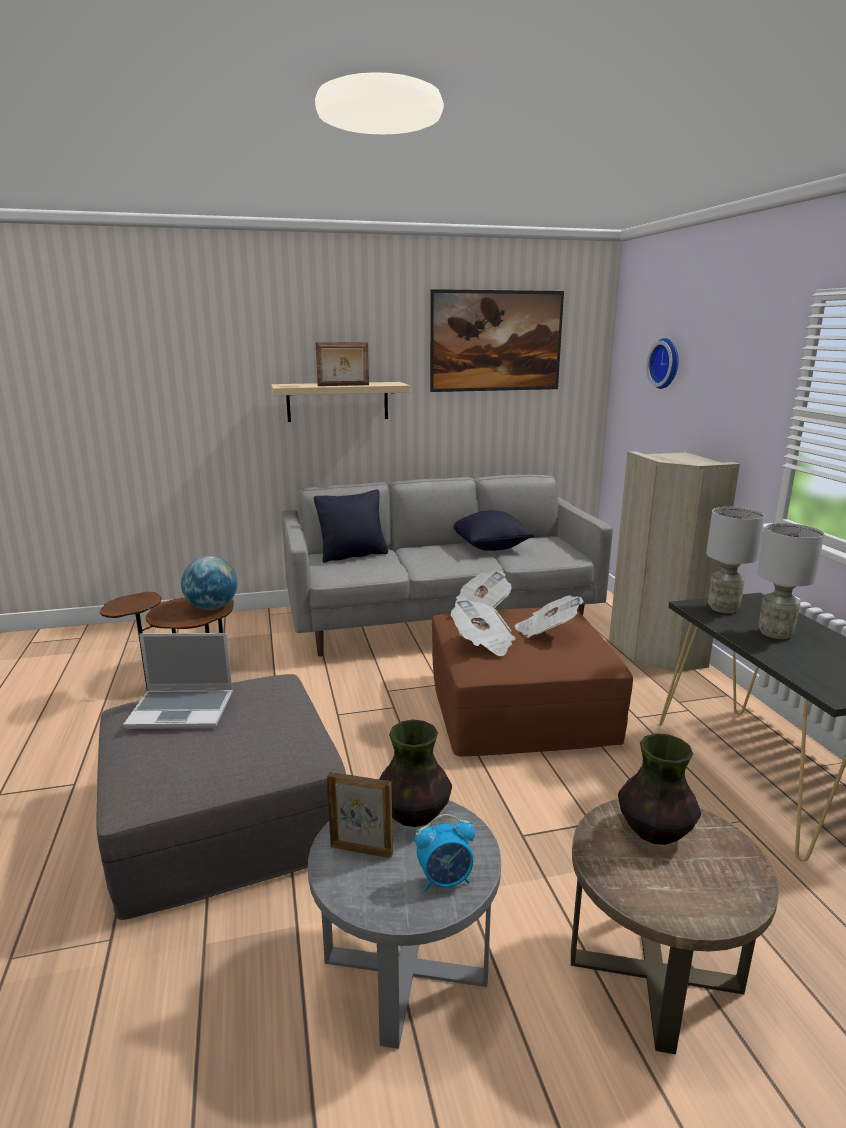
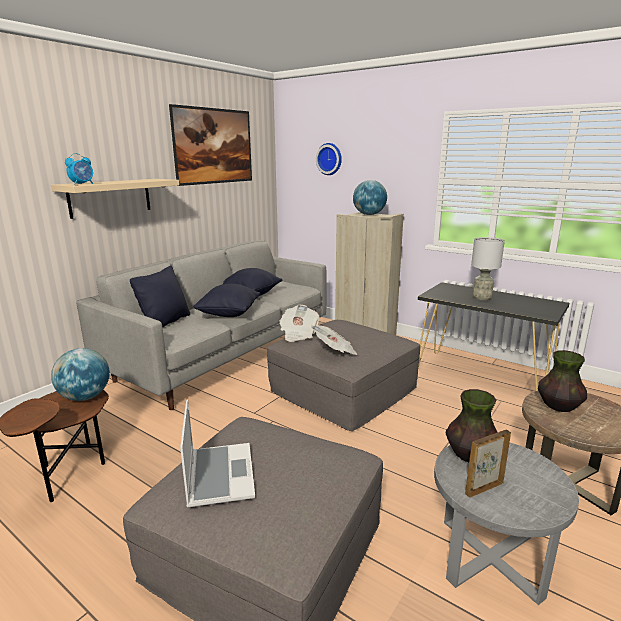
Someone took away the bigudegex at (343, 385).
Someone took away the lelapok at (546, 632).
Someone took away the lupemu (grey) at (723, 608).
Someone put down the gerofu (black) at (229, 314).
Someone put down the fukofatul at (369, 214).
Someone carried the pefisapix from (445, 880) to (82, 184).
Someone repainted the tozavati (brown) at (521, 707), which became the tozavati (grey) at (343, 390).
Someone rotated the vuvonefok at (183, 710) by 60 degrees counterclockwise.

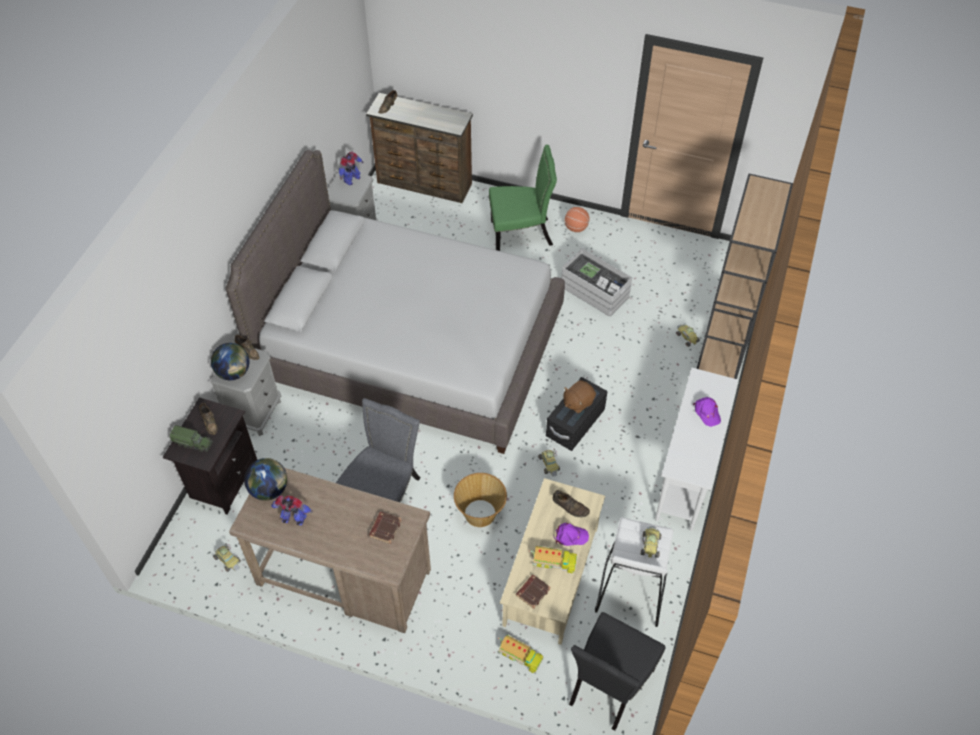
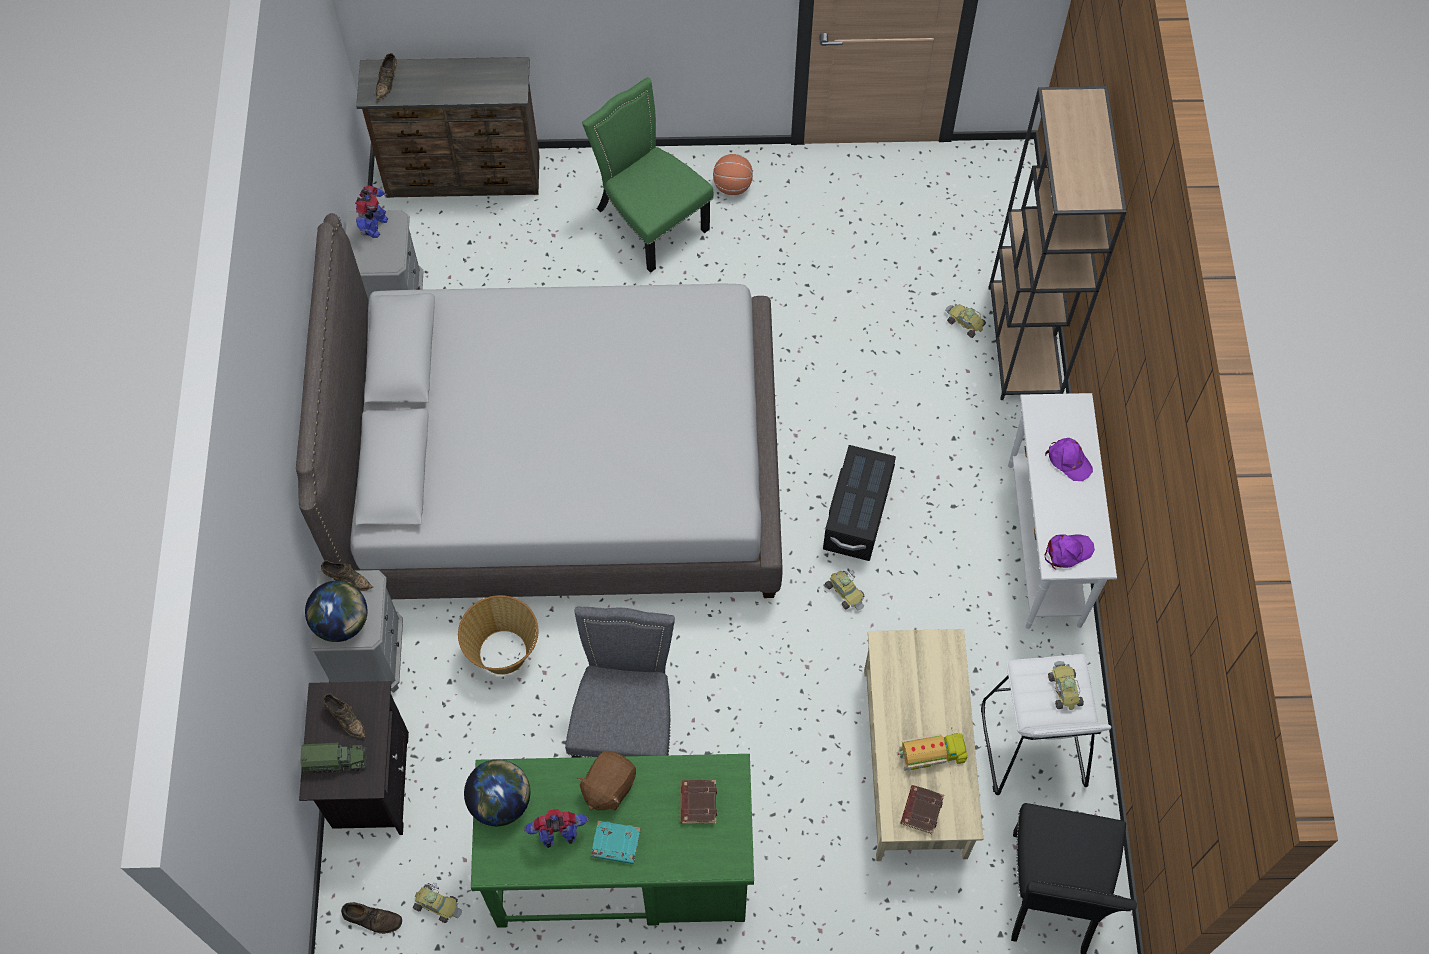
Someone took away the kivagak at (519, 656).
Someone took away the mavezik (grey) at (595, 291).
Someone put down the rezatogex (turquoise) at (615, 844).
Someone carried the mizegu from (480, 513) to (504, 653).
Someone carried the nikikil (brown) from (570, 506) to (372, 918).
Someone carried the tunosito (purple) from (570, 536) to (1067, 552).
Someone carried the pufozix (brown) from (578, 402) to (608, 787).
Someone repainted the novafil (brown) at (343, 577), which became the novafil (green) at (620, 870).
Someone rotated the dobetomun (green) at (520, 234) by 105 degrees counterclockwise.

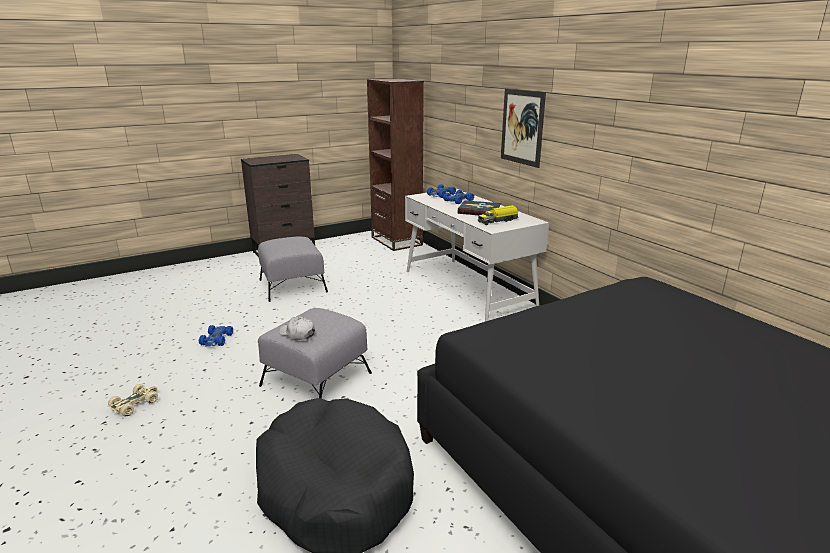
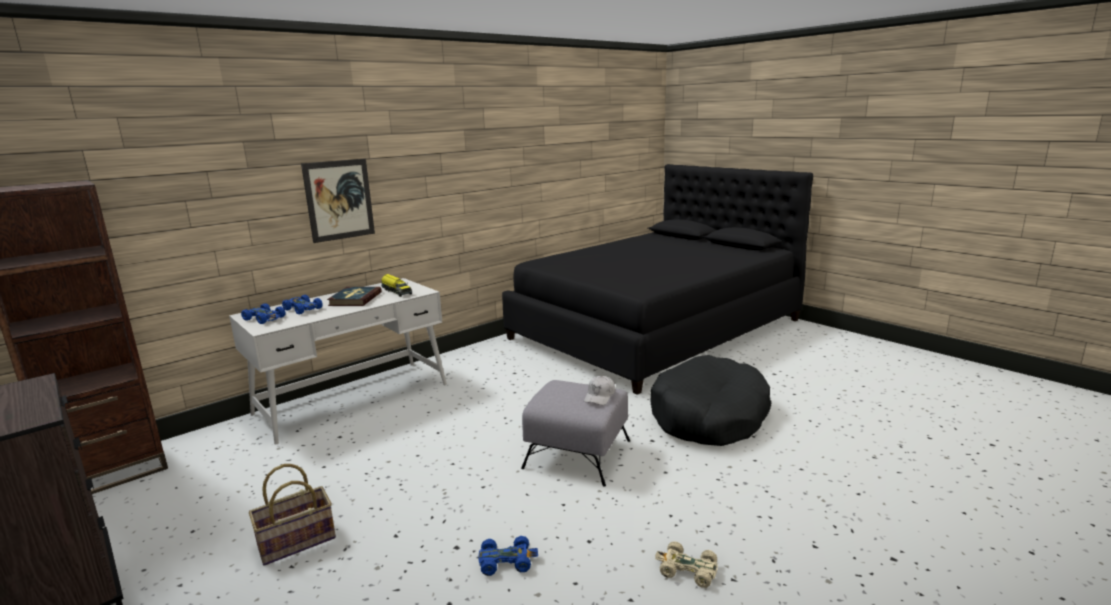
Someone swapped the tozavati (grey) at (292, 285) for the mizegu at (296, 542).

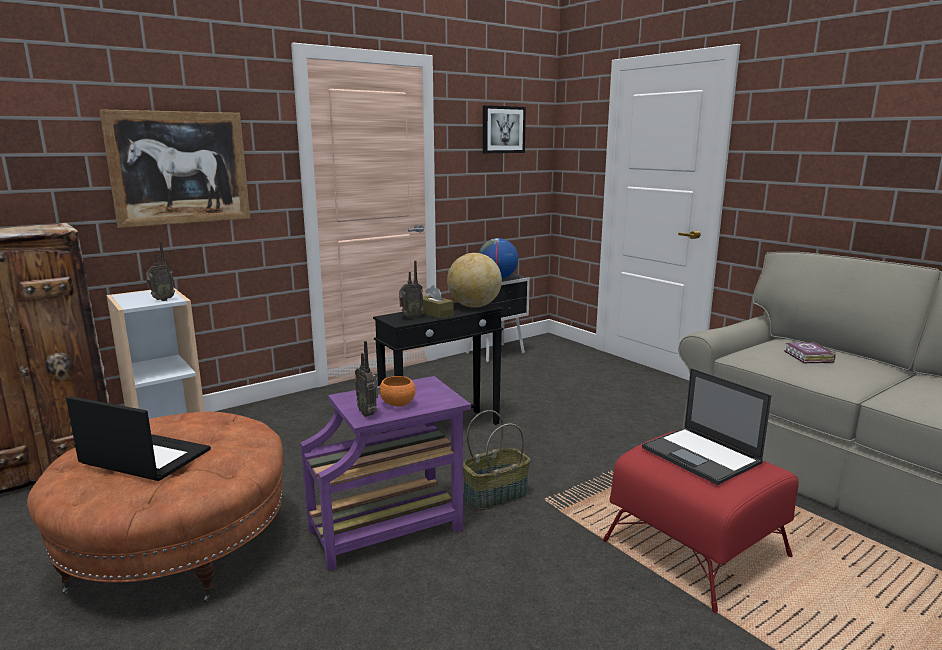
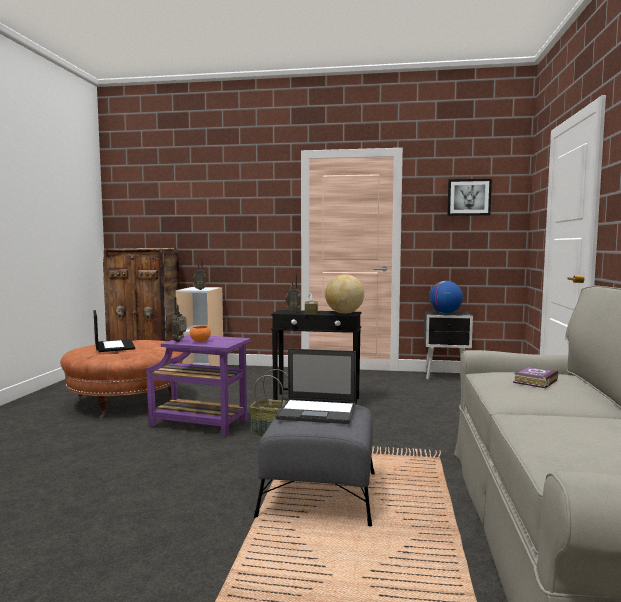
Someone took away the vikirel at (180, 168).
Someone repainted the tozavati (red) at (696, 549), which became the tozavati (grey) at (318, 494).
Someone rotated the vuvonefok at (702, 456) by 90 degrees counterclockwise.

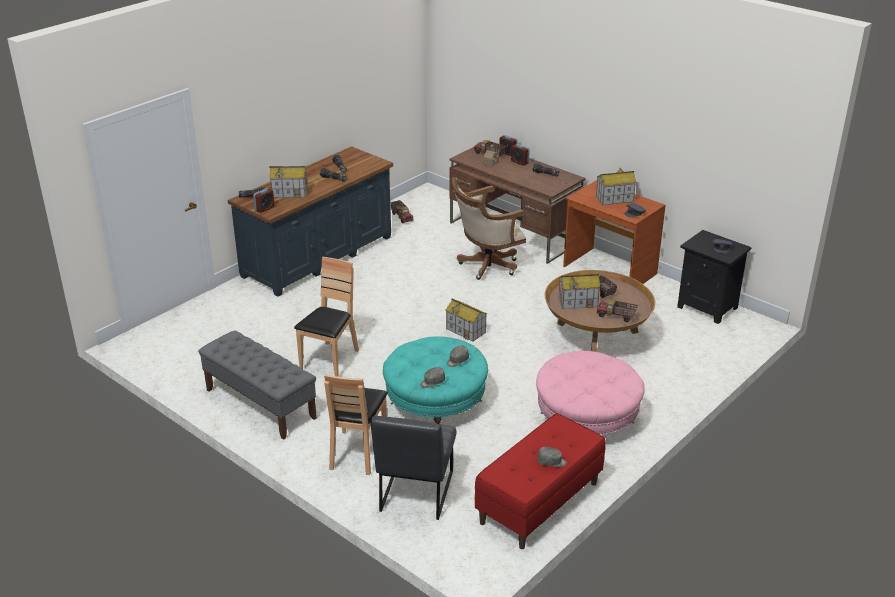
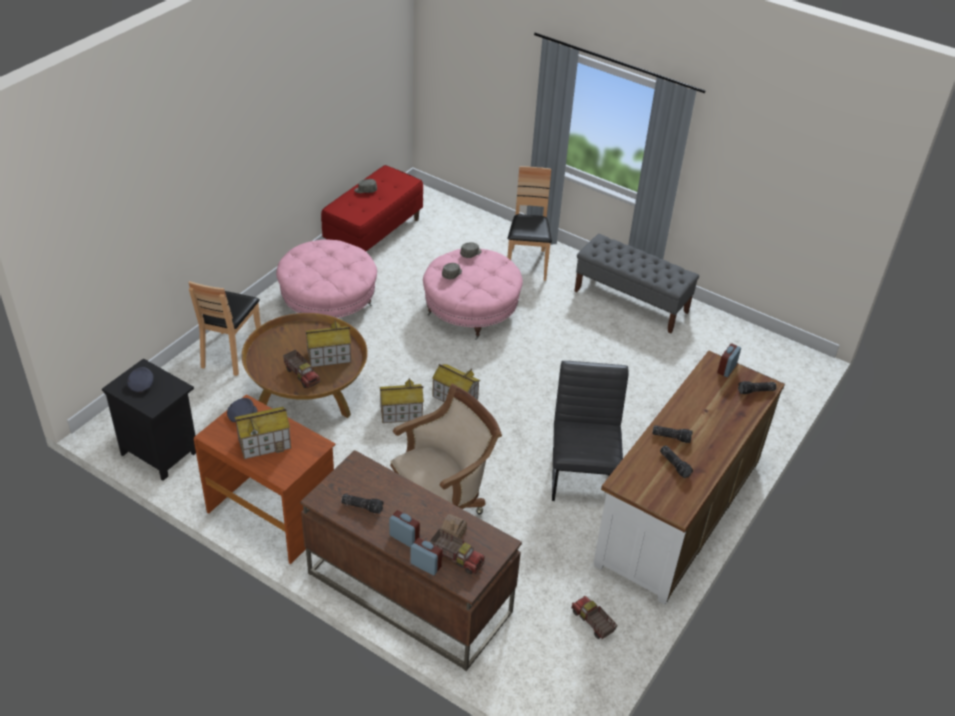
Someone took away the kivagak at (616, 316).
Someone carried the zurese from (290, 193) to (401, 413).
Someone carried the dobetomun (brown) from (330, 361) to (231, 353).
Someone carried the dobetomun (grey) from (415, 493) to (582, 474).
Someone repainted the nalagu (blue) at (319, 256), which became the nalagu (white) at (677, 514).
Someone repainted the tozavati (turquoise) at (435, 402), which became the tozavati (pink) at (471, 311).

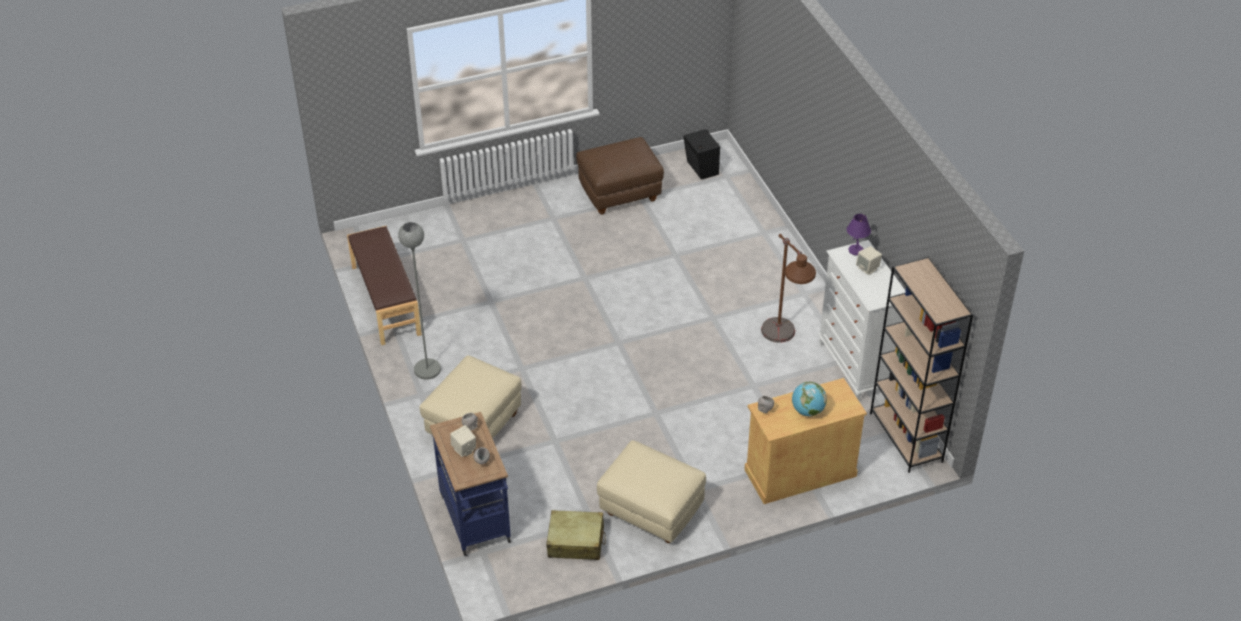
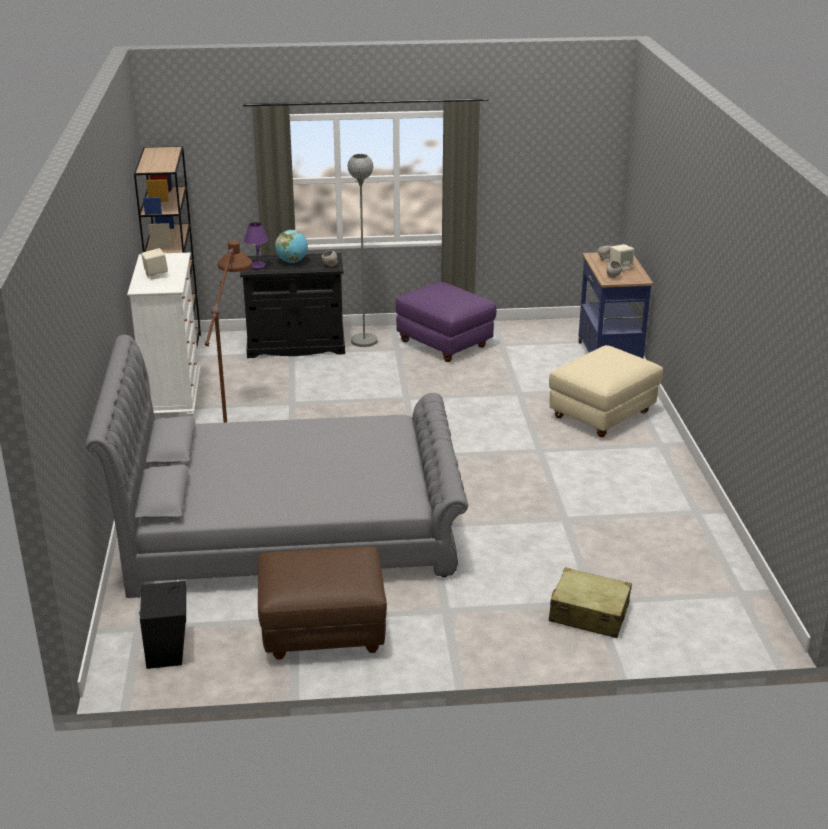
Someone took away the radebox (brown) at (385, 300).
Someone put down the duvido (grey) at (289, 525).
Someone carried the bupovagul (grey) from (427, 369) to (364, 341).
Someone carried the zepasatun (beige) from (576, 542) to (588, 614).
Someone carried the lupemu (purple) from (856, 250) to (257, 266).
Someone repainted the tozavati (beige) at (650, 510), which became the tozavati (purple) at (445, 343).
Someone repainted the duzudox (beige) at (800, 472), which became the duzudox (black) at (296, 346).

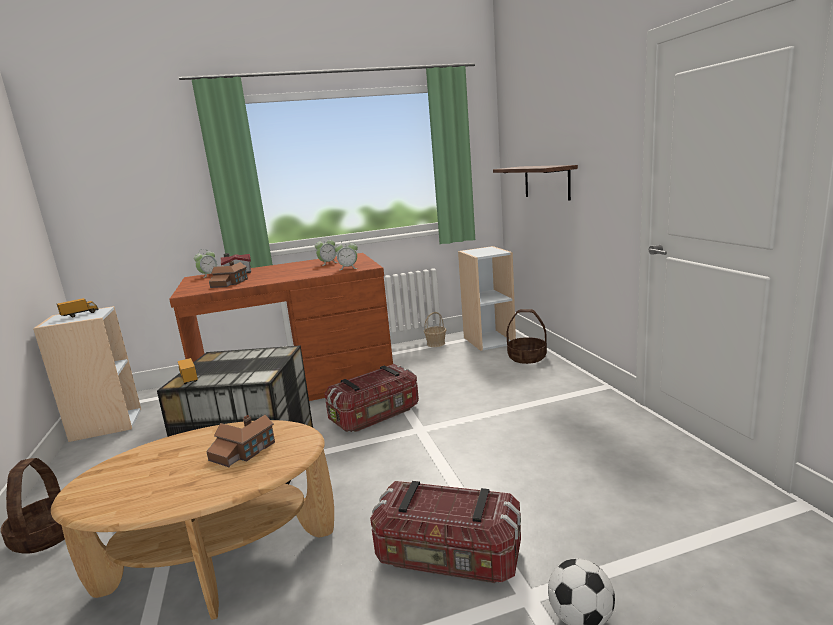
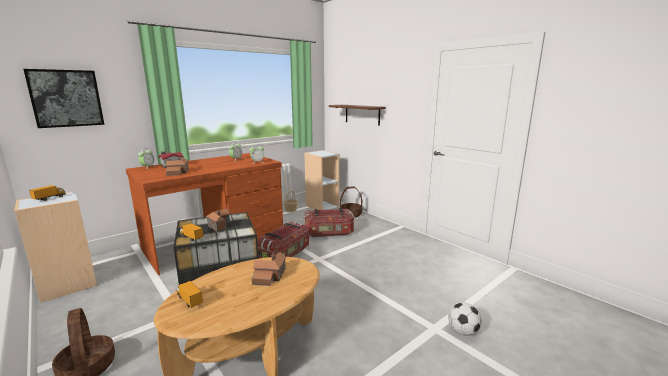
Someone put up the vikirel at (66, 98).
Someone put down the kivagak at (190, 301).
Someone put down the zurese at (219, 225).
Someone carried the mavezik from (448, 558) to (329, 233).

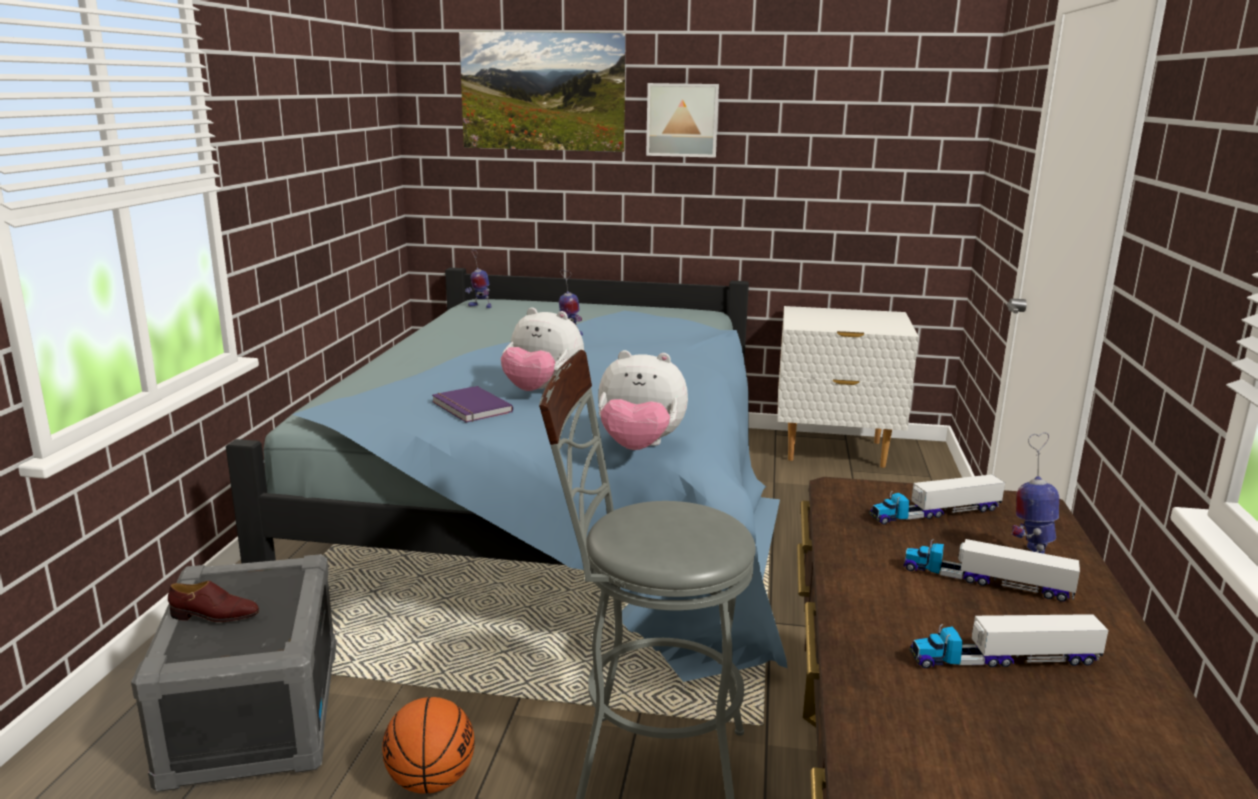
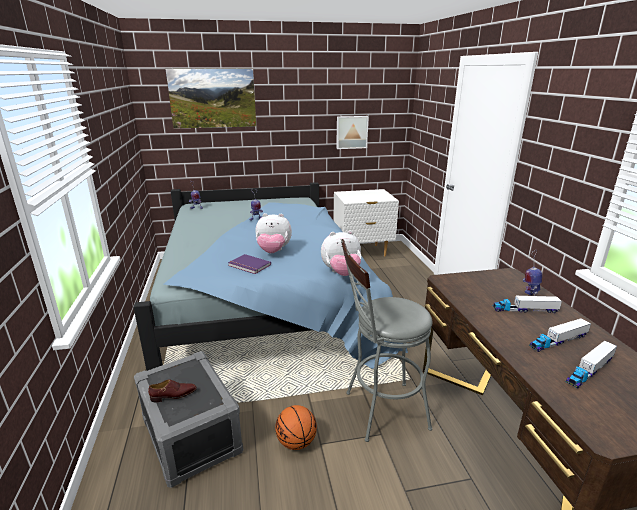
Someone carried the vikirel from (682, 120) to (351, 132).
Someone carried the kivagak from (935, 513) to (589, 371).

